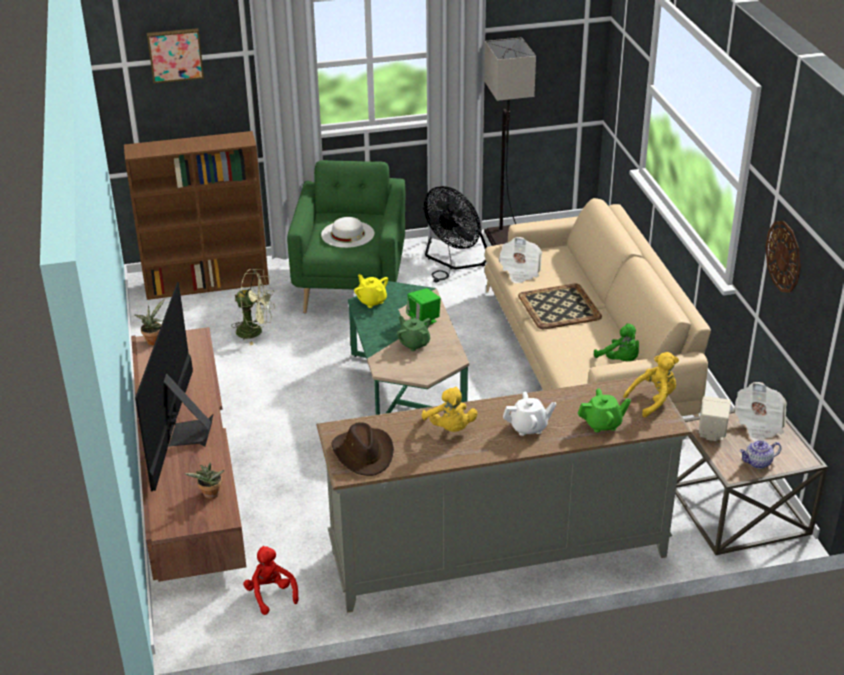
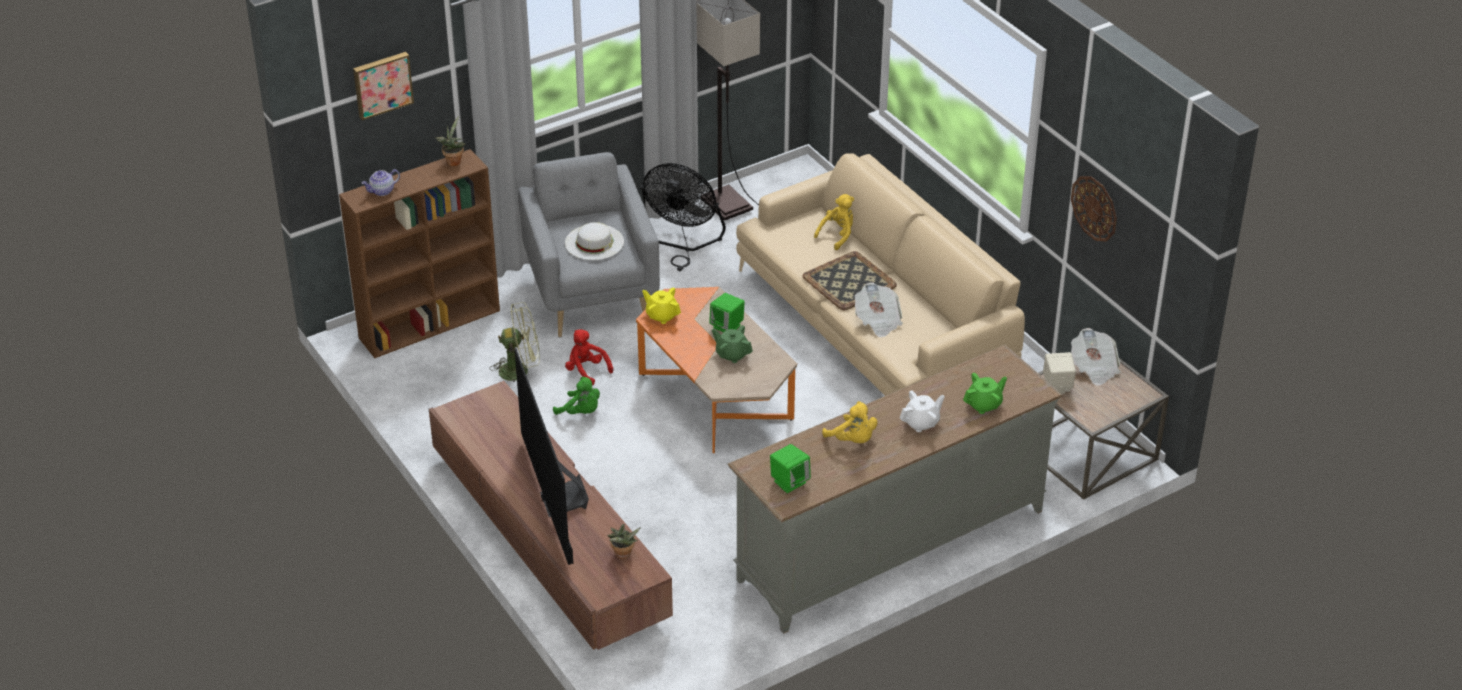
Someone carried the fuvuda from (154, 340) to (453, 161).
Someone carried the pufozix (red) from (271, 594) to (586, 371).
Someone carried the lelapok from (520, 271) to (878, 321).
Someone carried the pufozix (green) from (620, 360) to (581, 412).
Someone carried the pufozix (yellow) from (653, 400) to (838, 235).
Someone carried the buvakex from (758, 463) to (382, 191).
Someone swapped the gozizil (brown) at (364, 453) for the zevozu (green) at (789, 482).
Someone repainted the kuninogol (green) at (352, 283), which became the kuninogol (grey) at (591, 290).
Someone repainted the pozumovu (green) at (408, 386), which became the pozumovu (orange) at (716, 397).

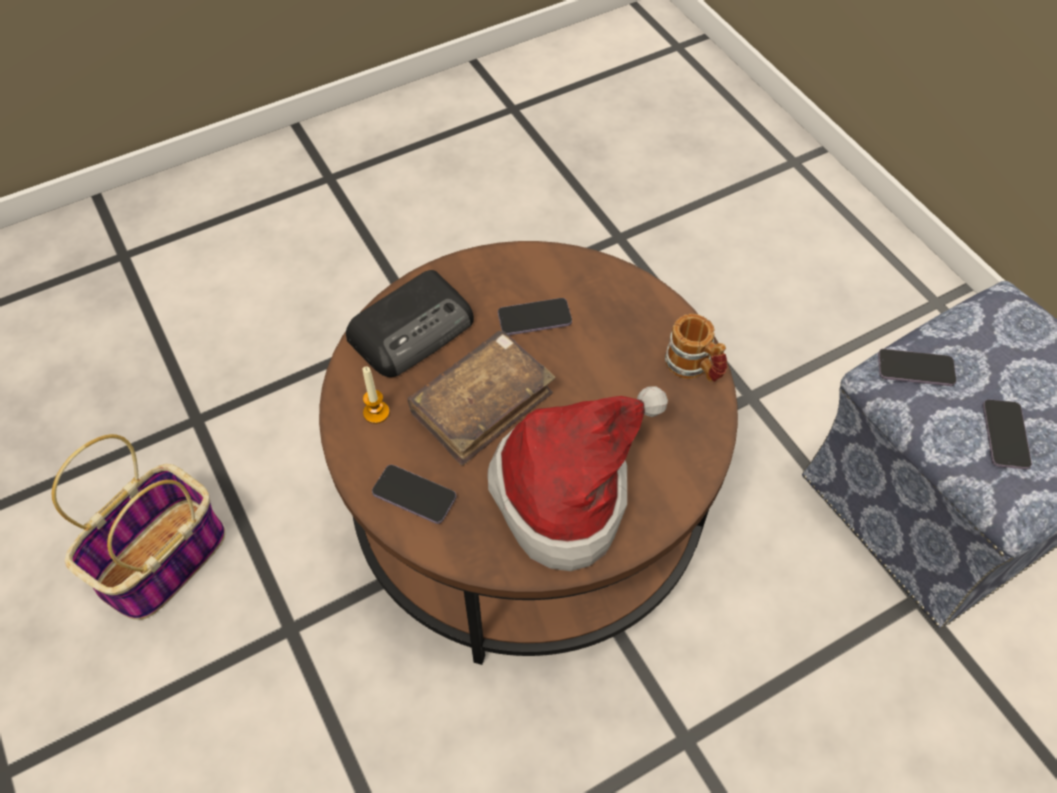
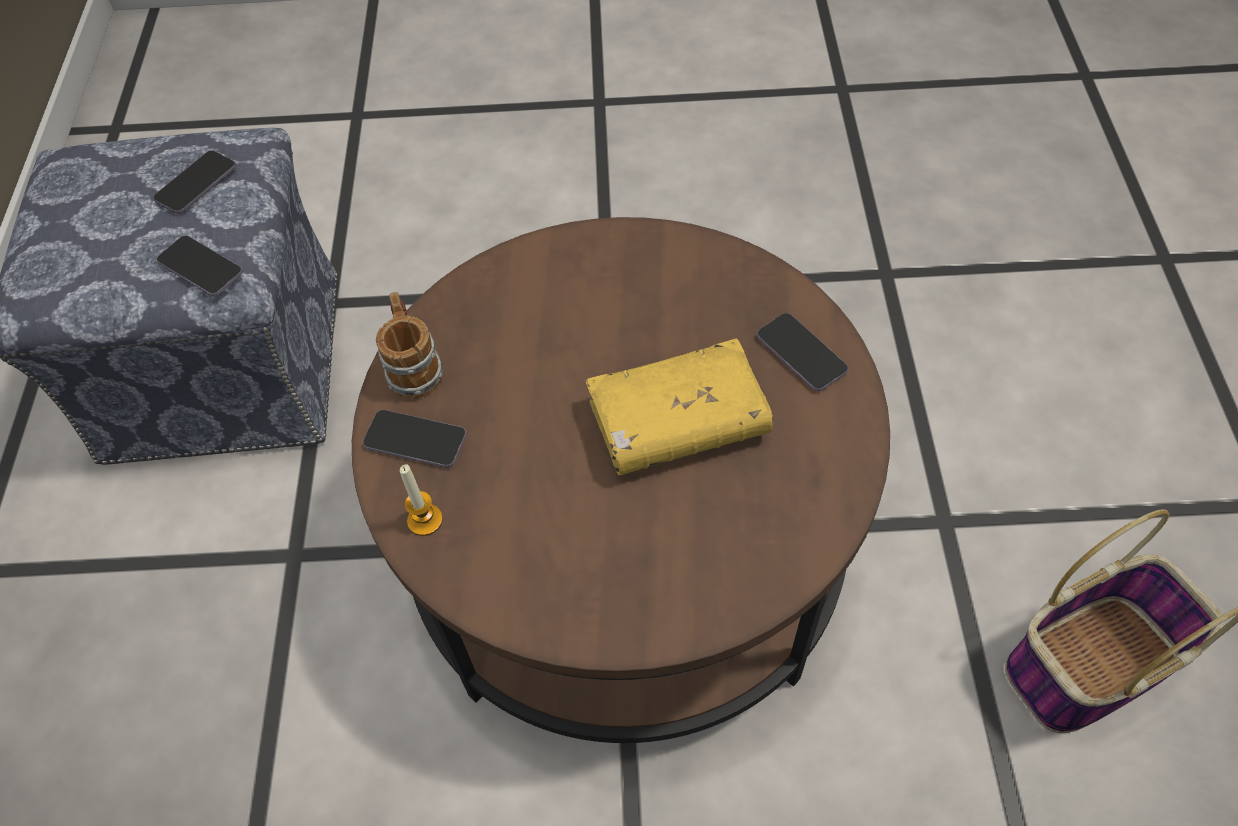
Someone took away the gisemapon at (413, 329).
Someone took away the gozizil at (569, 491).
Someone carried the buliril from (376, 412) to (425, 520).
Someone carried the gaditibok from (534, 318) to (415, 440).
Someone repainted the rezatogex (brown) at (482, 404), which became the rezatogex (yellow) at (678, 422).

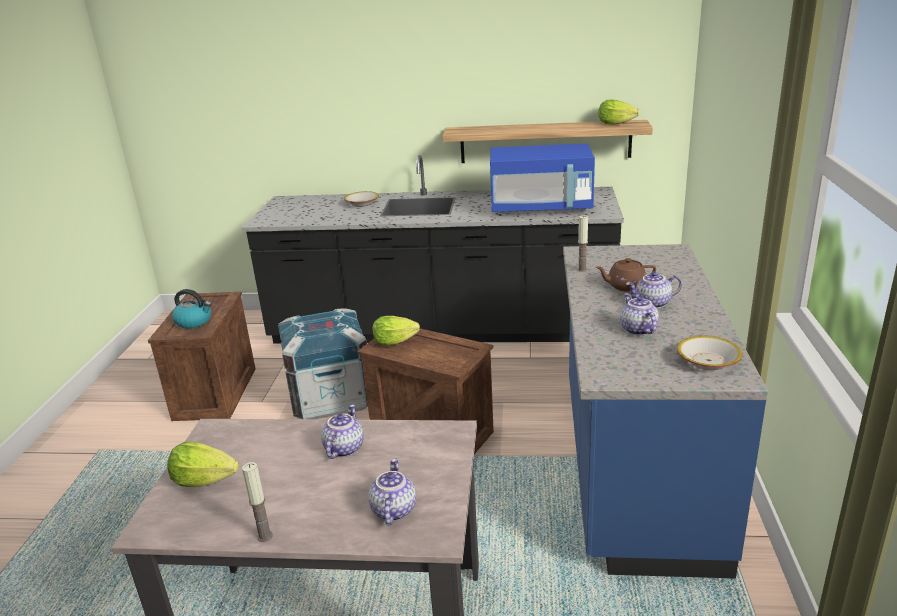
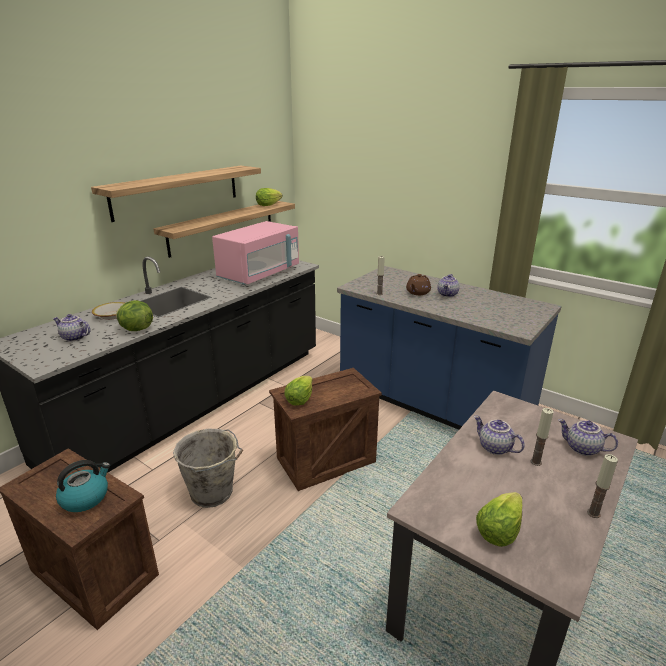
Someone took away the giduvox at (708, 361).
Someone put up the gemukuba at (177, 191).
Someone put down the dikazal at (136, 329).
Someone put down the buliril at (536, 462).
Someone carried the buvakex from (637, 330) to (74, 338).
Someone swapped the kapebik at (331, 398) for the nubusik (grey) at (213, 493).
Someone repainted the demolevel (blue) at (541, 207), which became the demolevel (pink) at (259, 274).

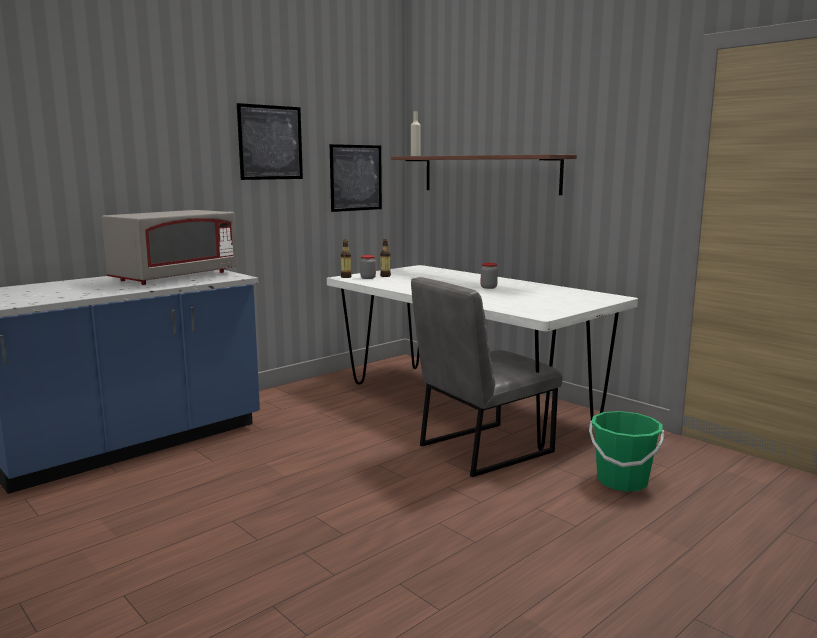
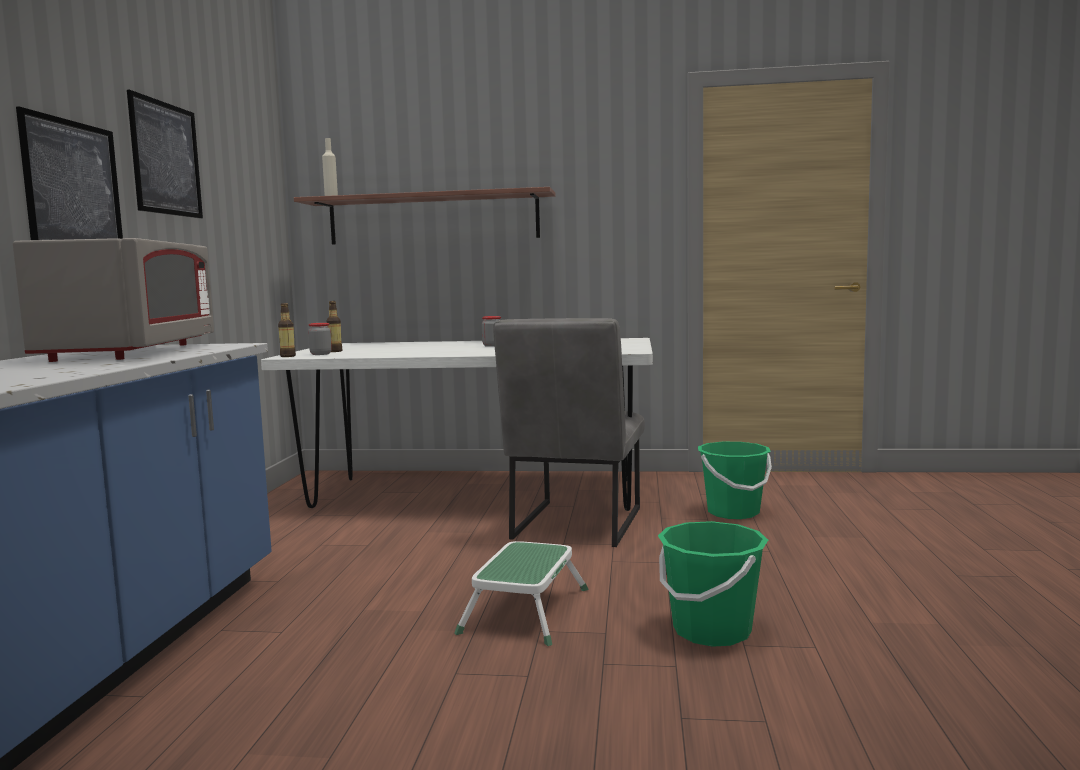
Someone put down the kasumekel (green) at (526, 610).
Someone put down the nubusik (green) at (711, 631).
Someone carried the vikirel from (356, 178) to (73, 188).

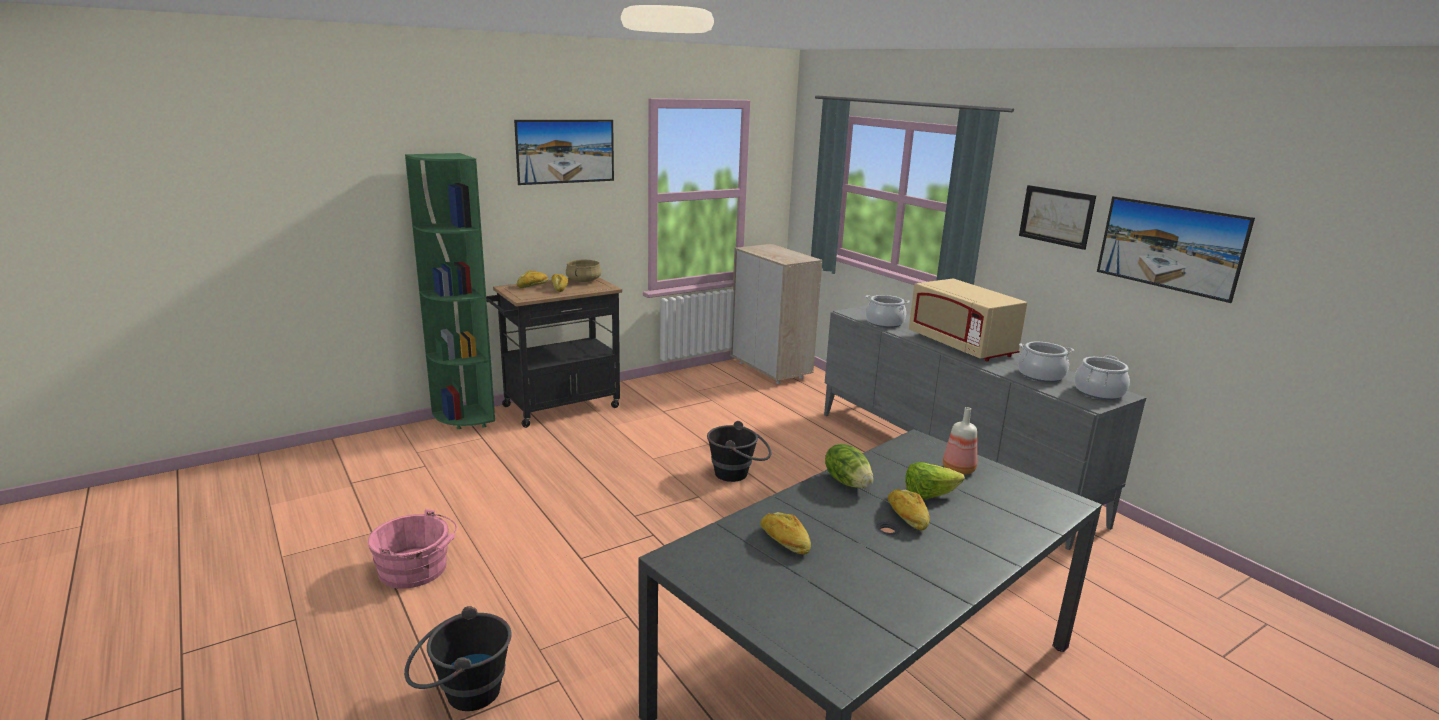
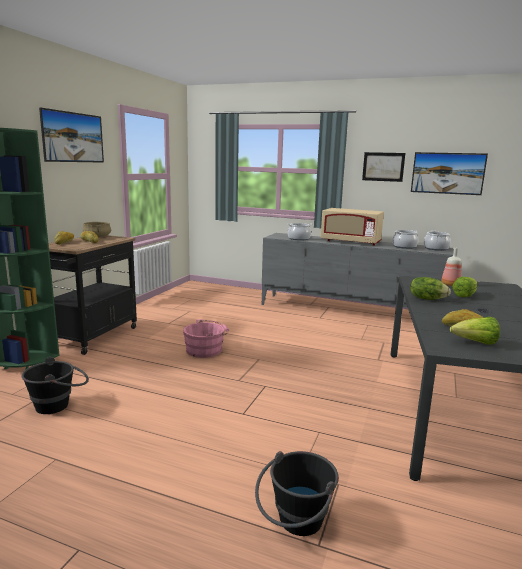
Someone took away the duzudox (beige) at (771, 370).
Someone took away the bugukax at (906, 517).
Someone put down the dikazal at (475, 343).
Someone carried the nubusik (pink) from (417, 569) to (206, 350).
Someone carried the nubusik (black) from (738, 474) to (59, 404).

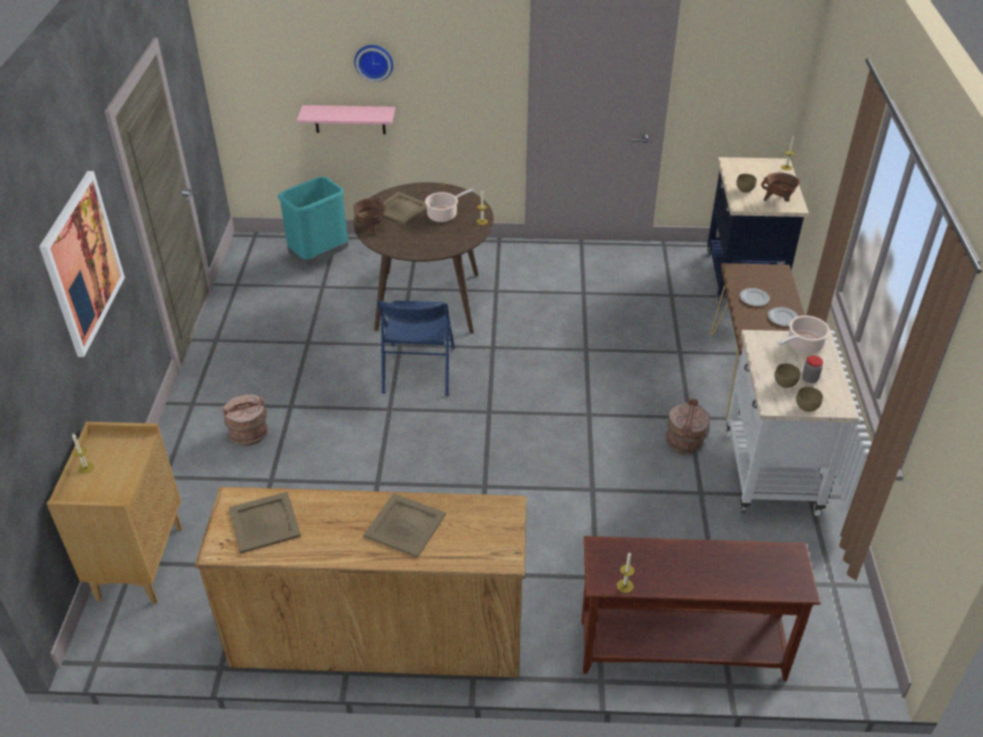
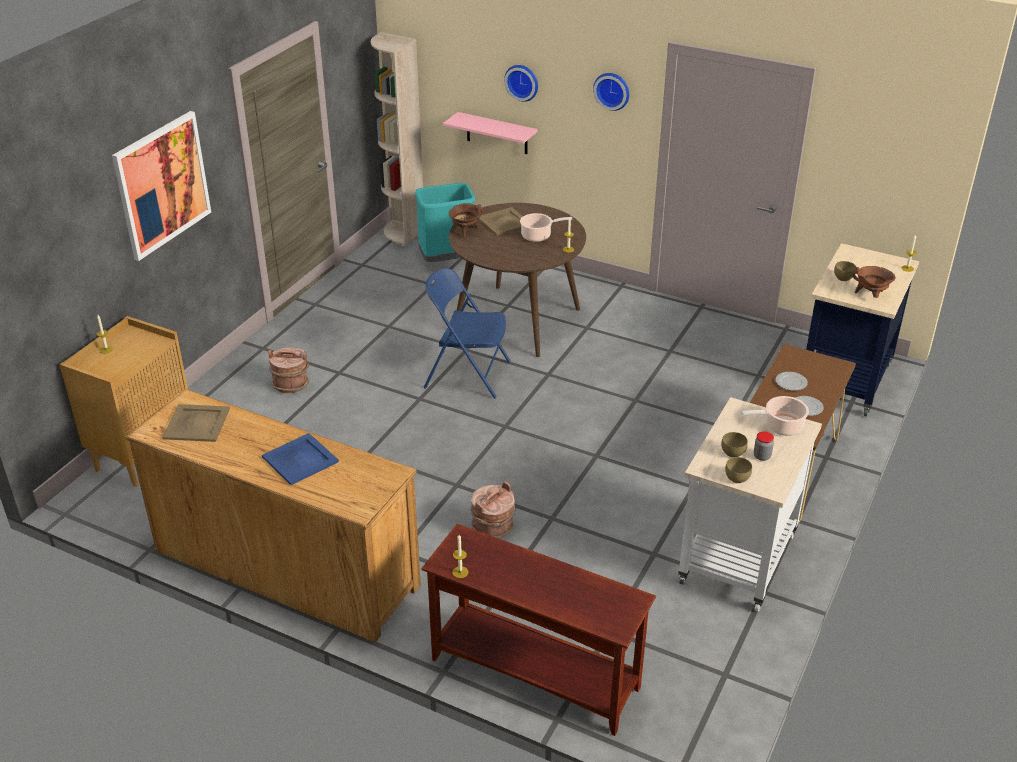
Someone put down the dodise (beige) at (401, 237).
Someone put up the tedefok at (612, 90).
Someone carried the nubusik (brown) from (685, 442) to (493, 527).
Someone repainted the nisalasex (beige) at (404, 525), which became the nisalasex (blue) at (299, 459).
Someone rotated the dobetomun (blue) at (418, 370) by 75 degrees clockwise.

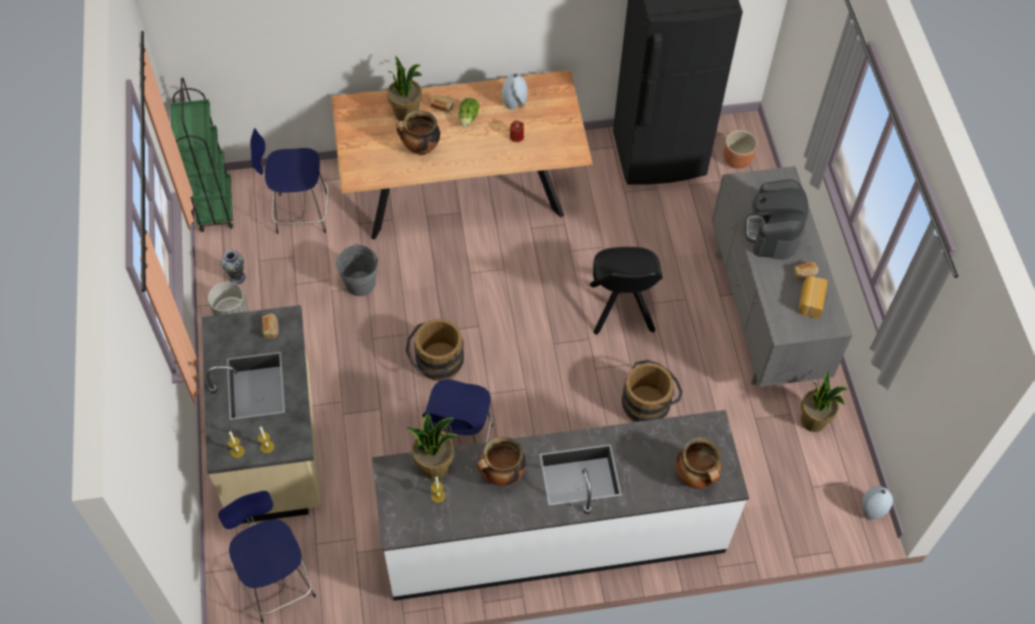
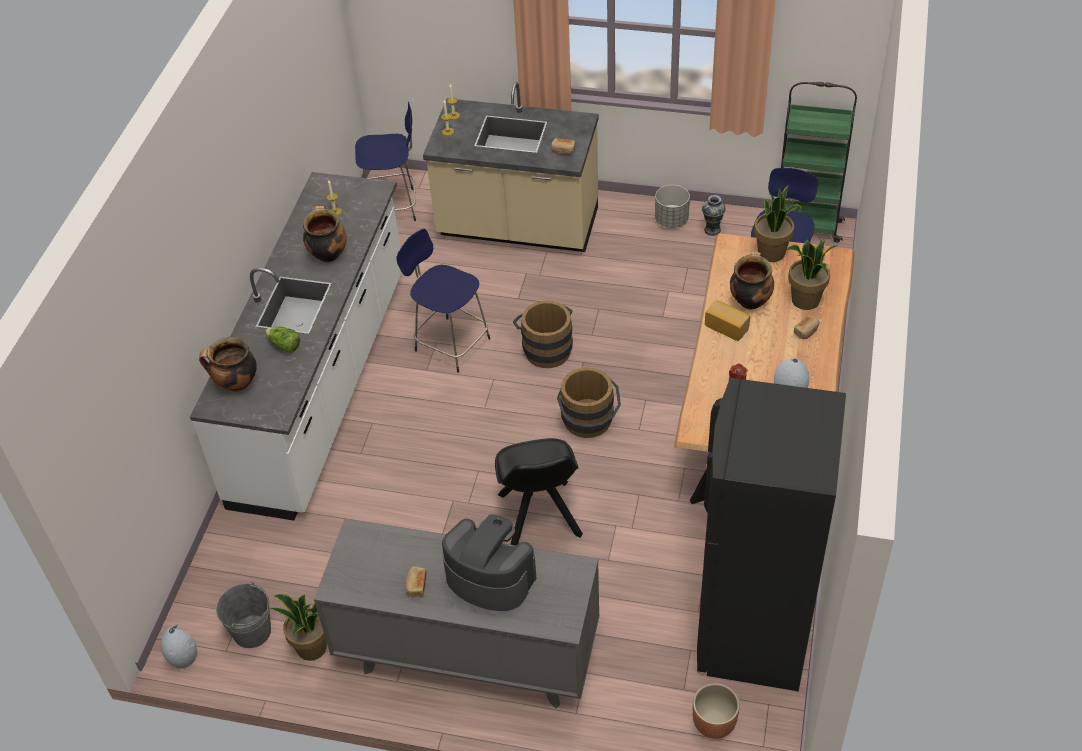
Someone carried the nubusik (grey) from (360, 283) to (252, 631).
Someone carried the fuvuda from (434, 466) to (772, 253).
Someone carried the dikazal from (468, 118) to (284, 345).
Someone carried the nubusik (brown) from (649, 403) to (588, 423).
Someone carried the bugukax from (810, 301) to (727, 326).
Someone rotated the dobetomun (black) at (621, 309) by 120 degrees counterclockwise.

